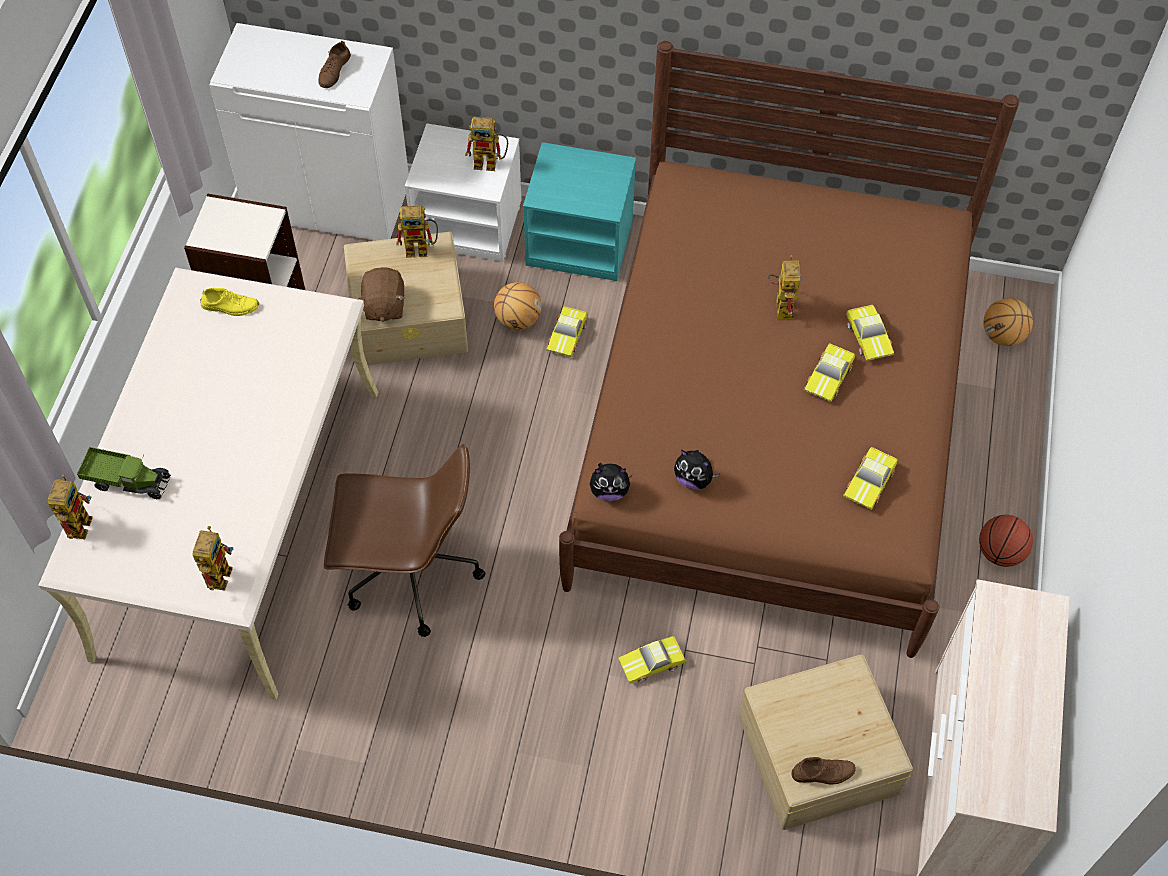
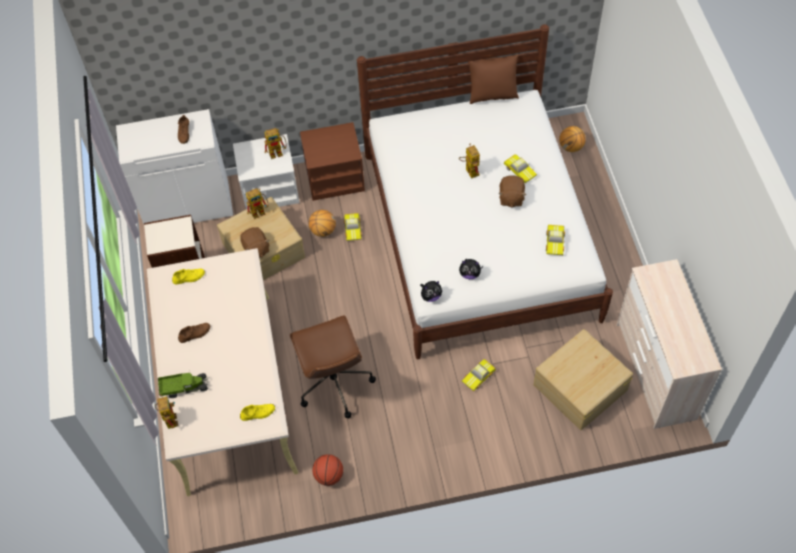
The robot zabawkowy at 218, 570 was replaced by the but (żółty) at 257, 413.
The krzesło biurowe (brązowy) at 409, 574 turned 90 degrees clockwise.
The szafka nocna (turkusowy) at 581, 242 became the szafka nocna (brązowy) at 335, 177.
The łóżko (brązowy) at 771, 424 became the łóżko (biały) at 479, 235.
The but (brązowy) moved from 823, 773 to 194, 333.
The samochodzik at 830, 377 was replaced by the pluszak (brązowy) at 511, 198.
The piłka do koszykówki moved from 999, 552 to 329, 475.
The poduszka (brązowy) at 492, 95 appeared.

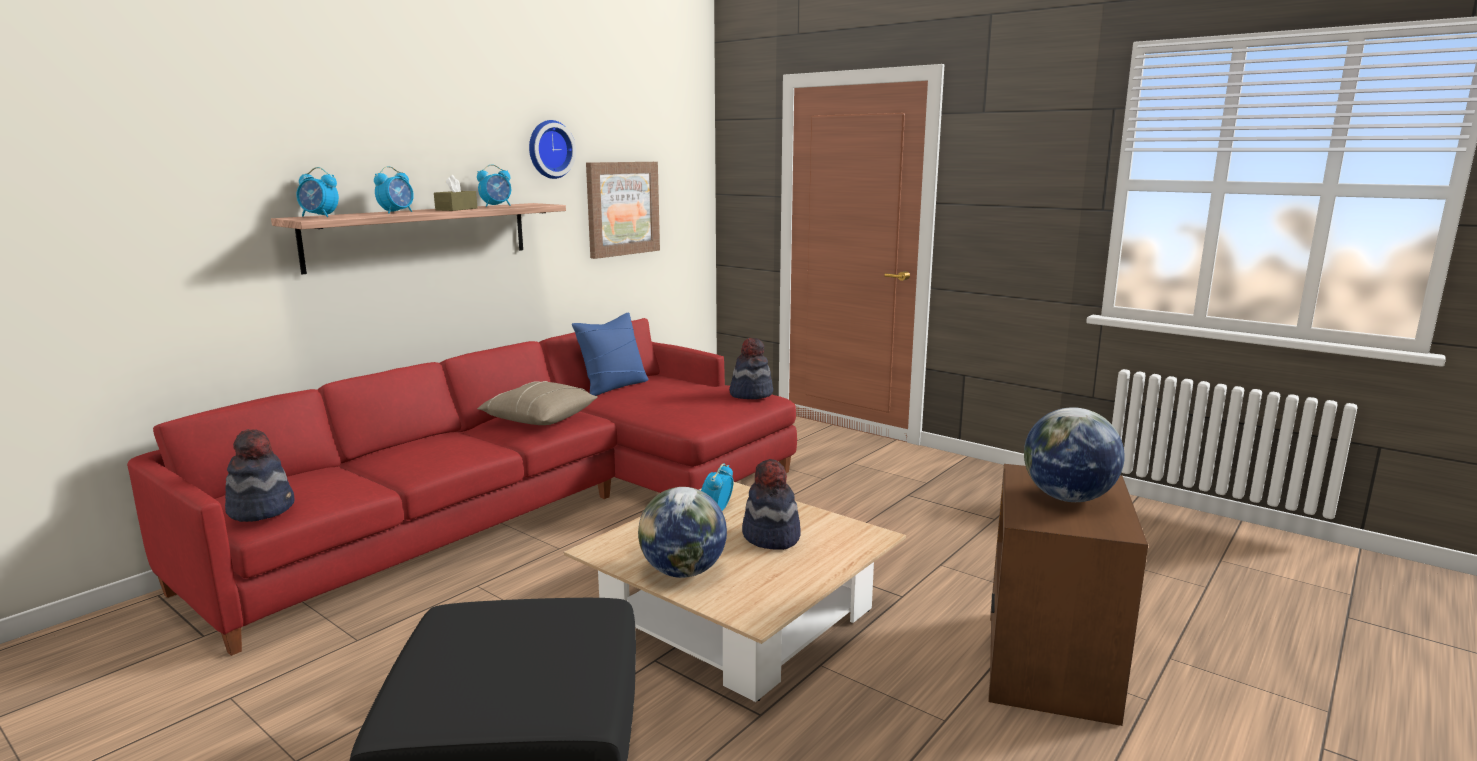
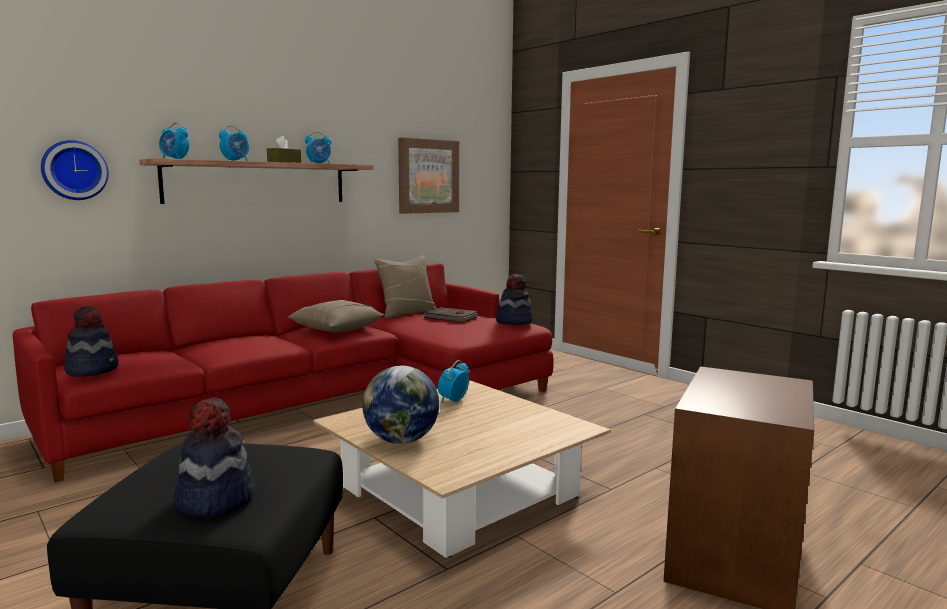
The zegar ścienny moved from 549, 149 to 74, 170.
The poduszka (niebieski) at 613, 386 became the poduszka (beżowy) at 407, 313.
The kapelusz moved from 770, 537 to 215, 499.
The globus at 1067, 498 disappeared.
The książka (brązowy) at 451, 317 appeared.

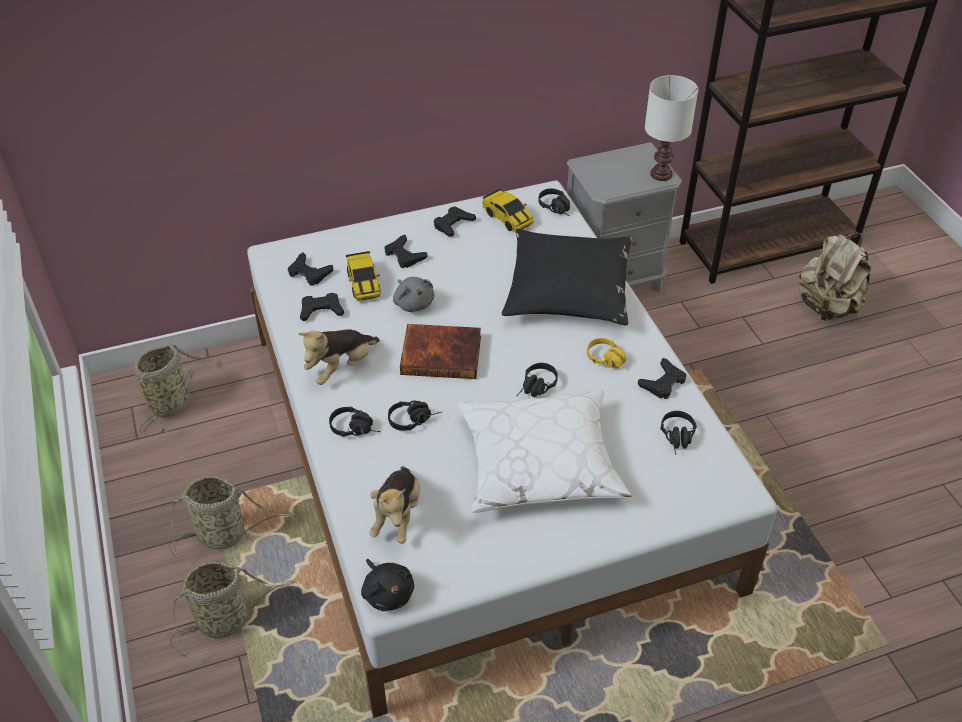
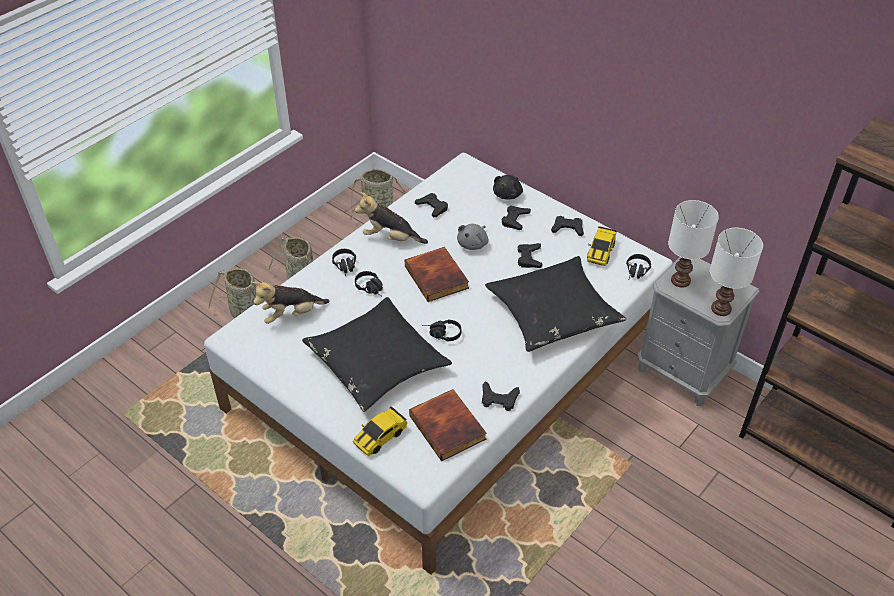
The pad do gier (czarny) moved from 309, 273 to 529, 258.
The samochodzik moved from 363, 283 to 380, 437.
The pluszak (czarny) moved from 387, 592 to 508, 194.
The poduszka (biały) at 540, 462 became the poduszka (czarny) at 377, 362.
The słuchawki (żółty) at 610, 361 disappeared.
The słuchawki (czarny) at 678, 439 was replaced by the książka at 449, 427.
The plecak (beżowy) at 827, 307 disappeared.
The lampa stołowa (biały) at 681, 281 appeared.

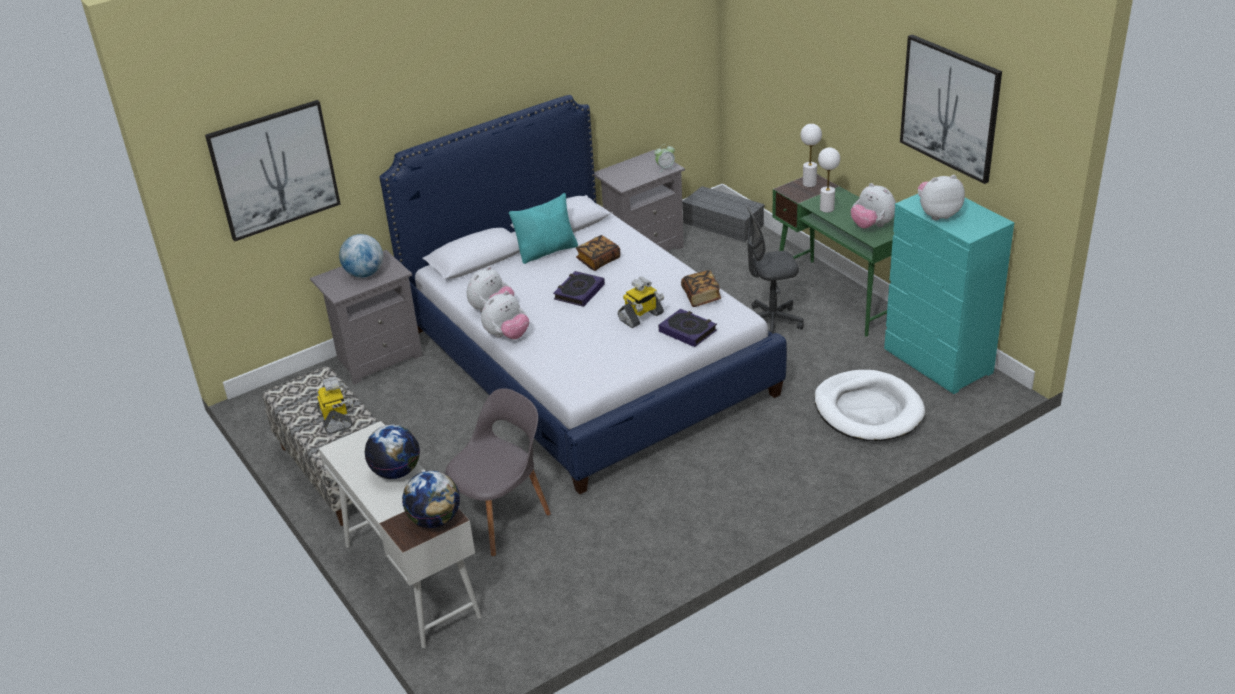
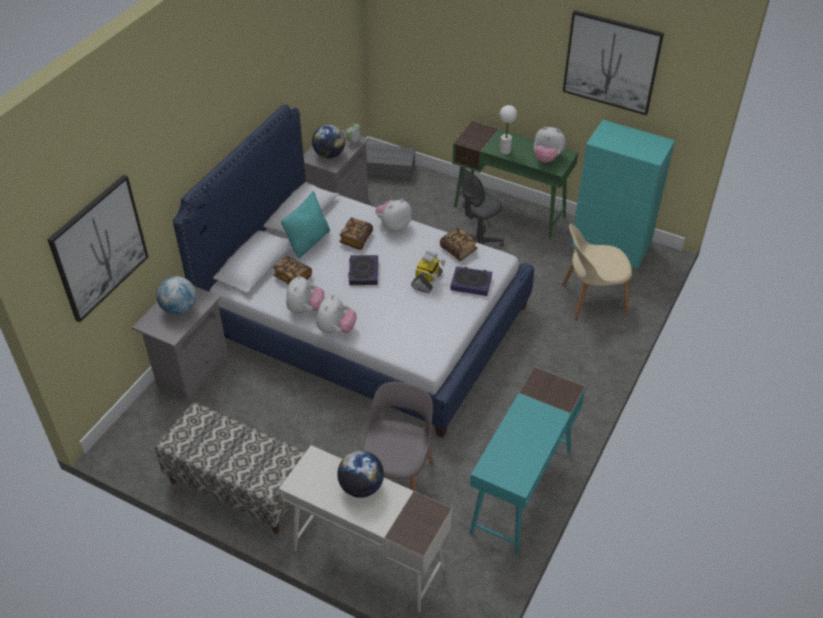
The robot zabawkowy at 336, 419 disappeared.
The globus moved from 435, 520 to 329, 155.
The lampa stołowa (biały) at 809, 183 disappeared.
The legowisko (biały) at 868, 410 was replaced by the krzesło (beżowy) at 592, 299.
The pluszak moved from 937, 214 to 393, 226.
The książka at 292, 277 appeared.
The biurko (turkusowy) at 521, 492 appeared.

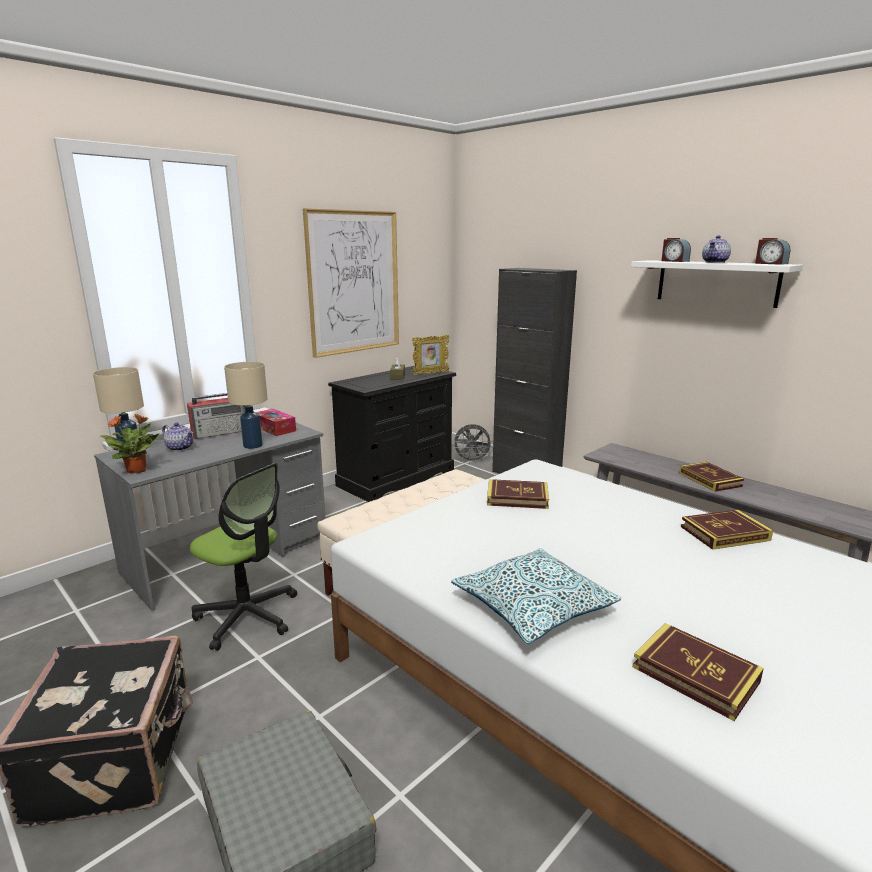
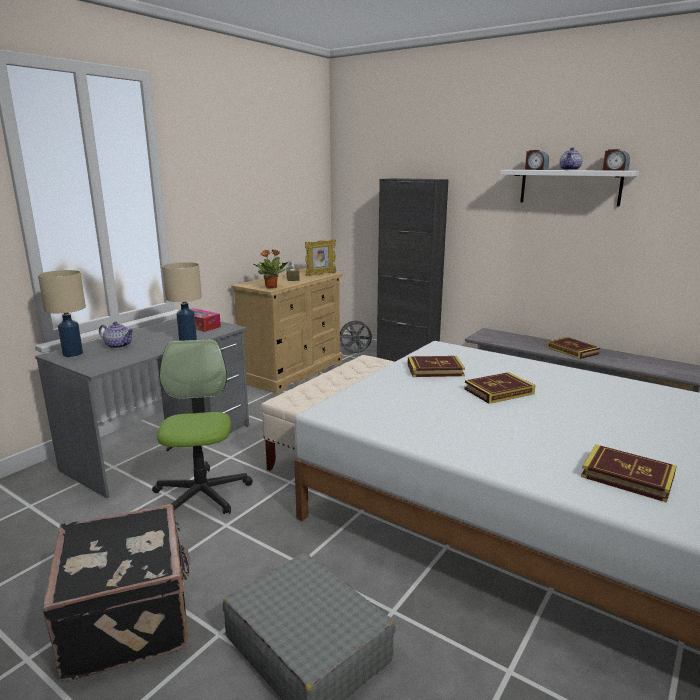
The roślina doniczkowa moved from 137, 470 to 271, 287.
The radio at 222, 432 disappeared.
The krzesło biurowe at 247, 616 turned 120 degrees counterclockwise.
The obraz at 354, 282 disappeared.
The komoda (czarny) at 397, 478 became the komoda (beżowy) at 293, 372.
The poduszka at 533, 607 disappeared.
The książka moved from 724, 533 to 499, 391.

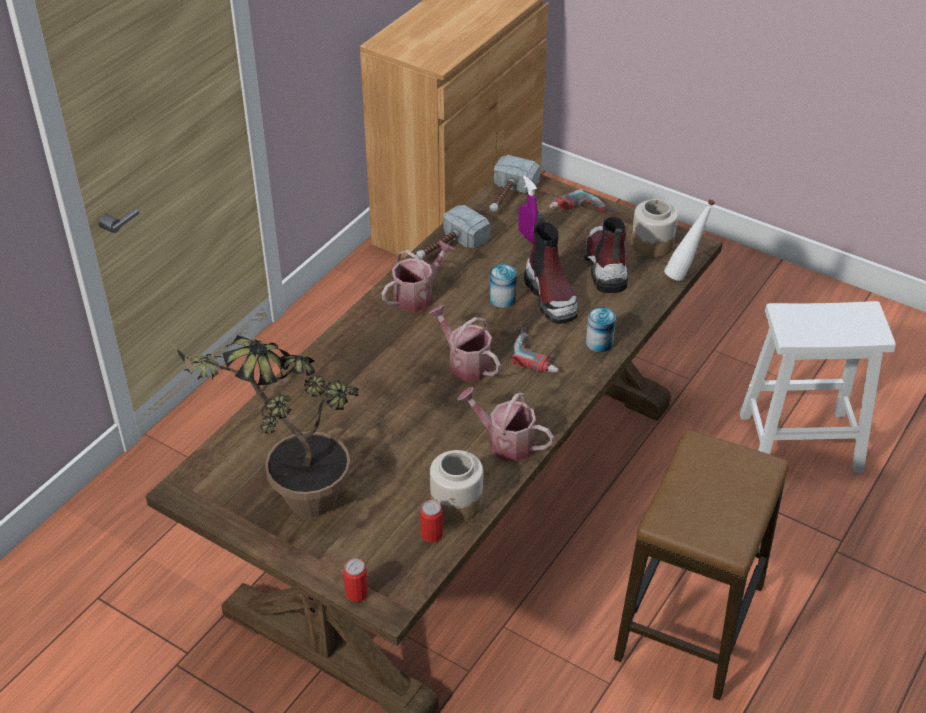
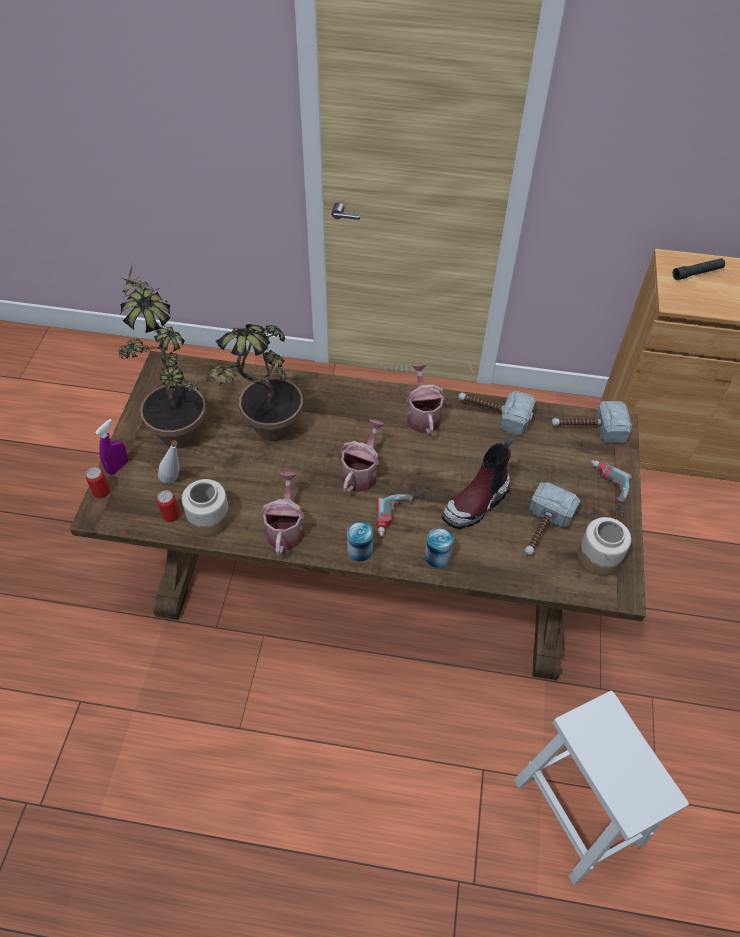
The konewka at 417, 295 turned 120 degrees counterclockwise.
The puszka moved from 502, 299 to 359, 550.
The spryskiwacz (fioletowy) moved from 528, 236 to 118, 467.
The but z cholewką at 604, 266 was replaced by the młotek at 542, 529.
The stołek at 690, 623 disappeared.
The butelka (biały) moved from 684, 274 to 176, 483.
The roślina doniczkowa at 266, 437 appeared.
The latarka (czarny) at 697, 273 appeared.

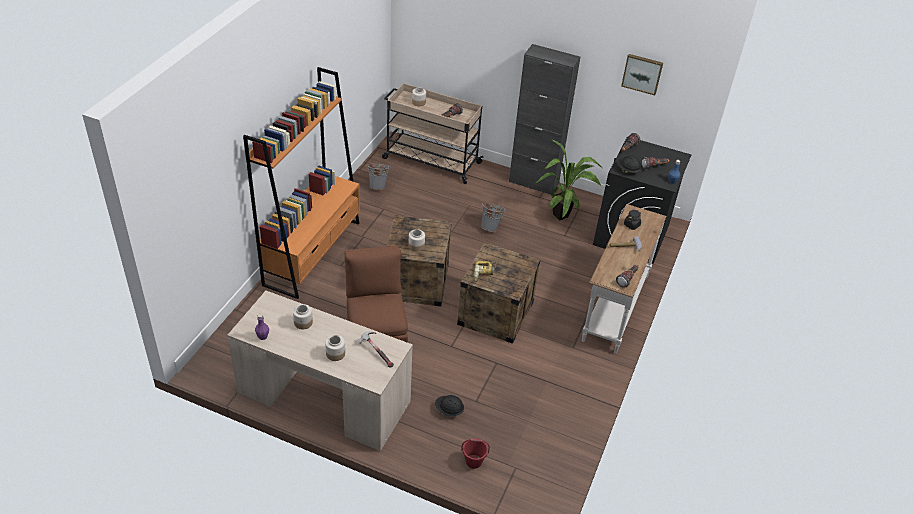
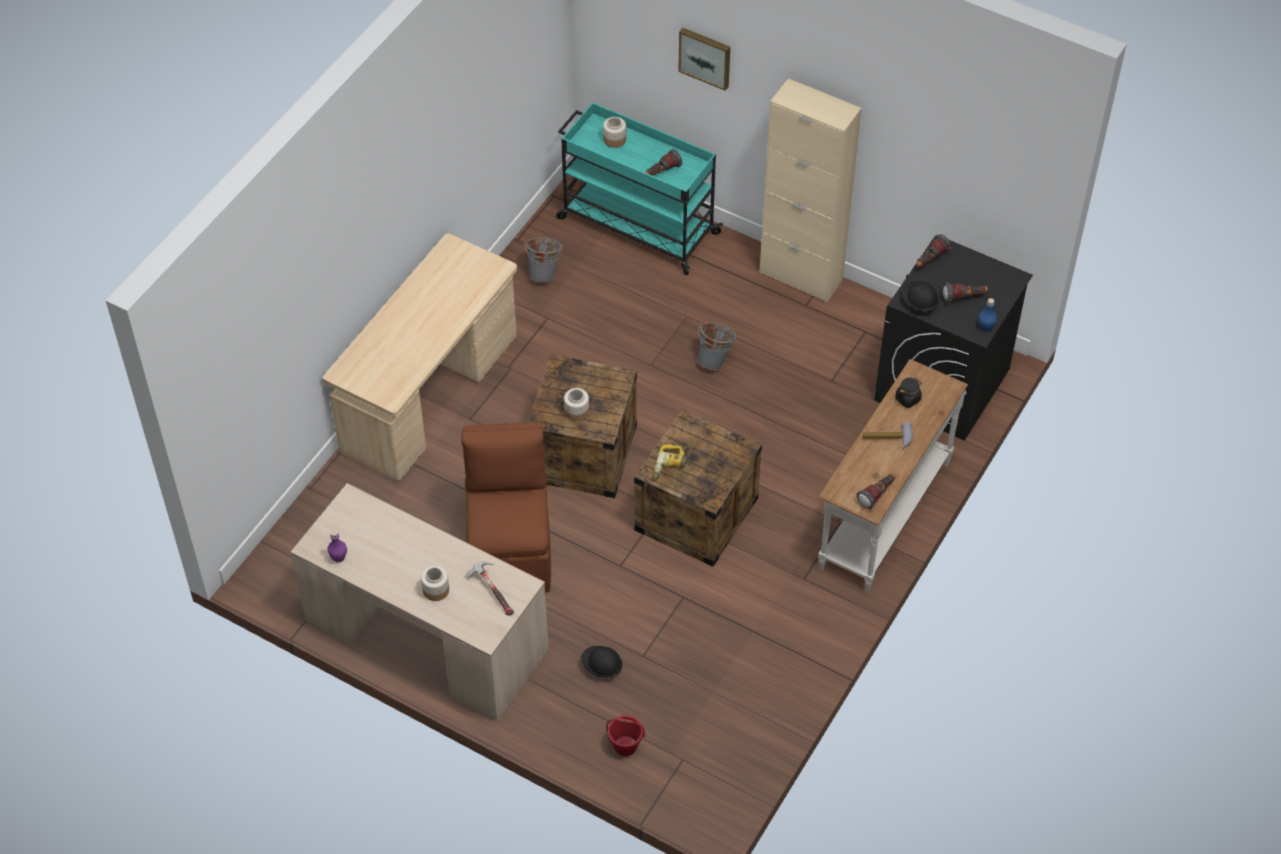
The regał (pomarańczowy) at 313, 253 was replaced by the biurko (beżowy) at 430, 394.
The słoik at 303, 323 disappeared.
The wózek (beżowy) at 430, 160 became the wózek (turkusowy) at 636, 225.
The szafka (czarny) at 533, 183 became the szafka (beżowy) at 801, 276.
The roślina doniczkowa at 562, 217 disappeared.
The obraz moved from 642, 73 to 705, 57.

